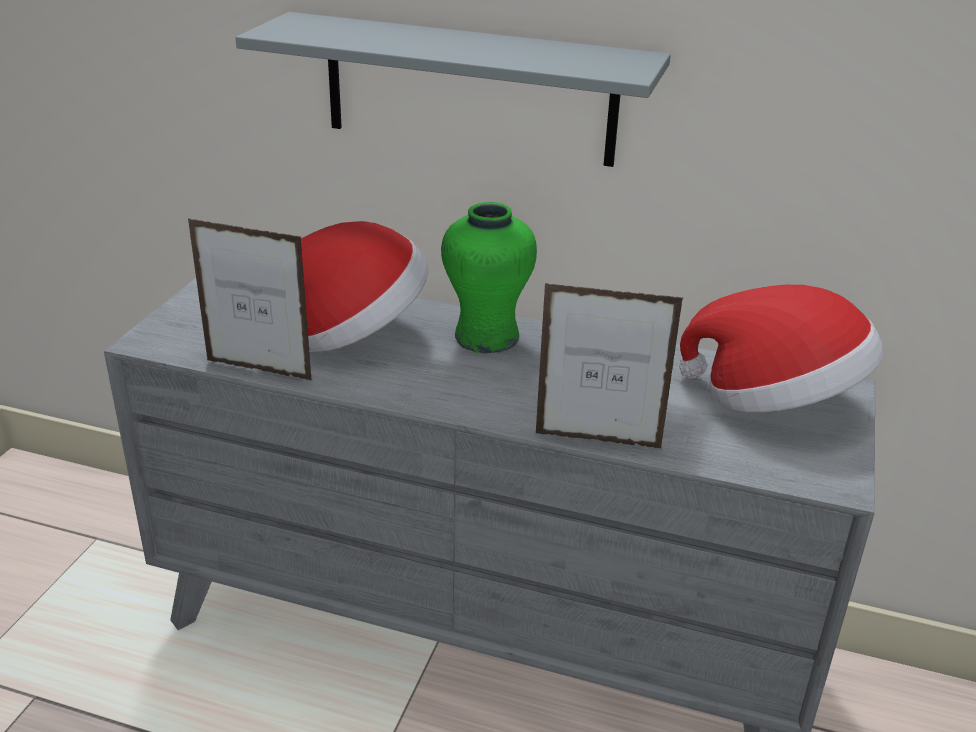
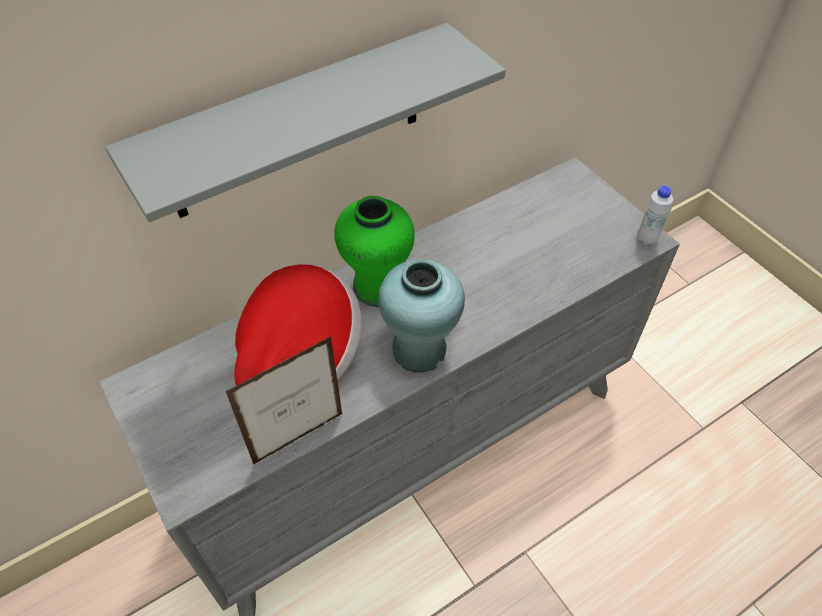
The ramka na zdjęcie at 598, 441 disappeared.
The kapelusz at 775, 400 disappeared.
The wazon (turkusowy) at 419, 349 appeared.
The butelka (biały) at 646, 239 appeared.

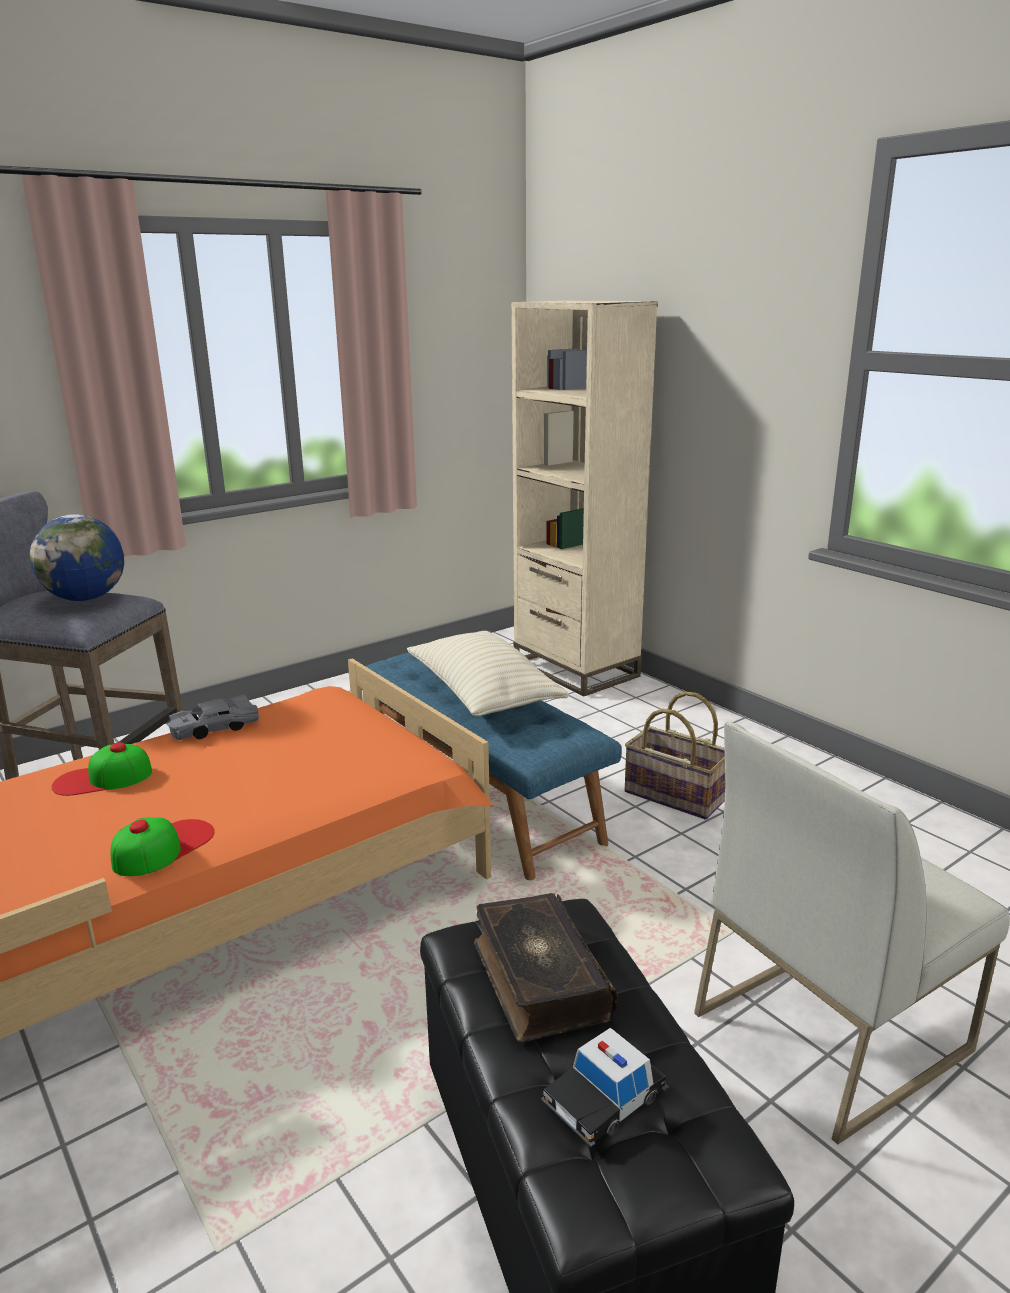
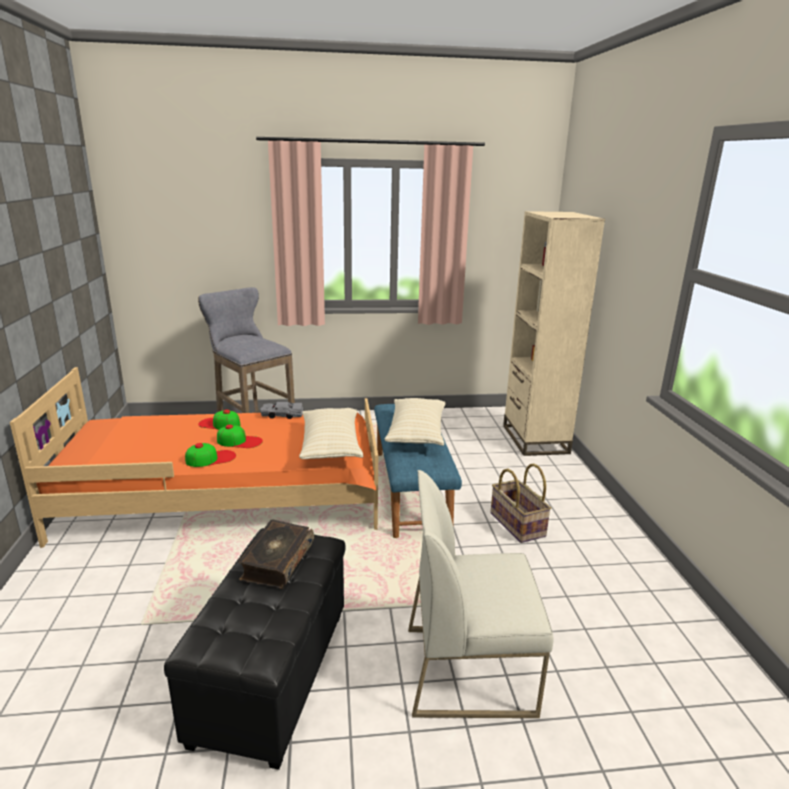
The globus at 86, 598 disappeared.
The samochodzik at 604, 1098 disappeared.
The czapka z daszkiem at 239, 441 appeared.
The poduszka (beżowy) at 330, 446 appeared.

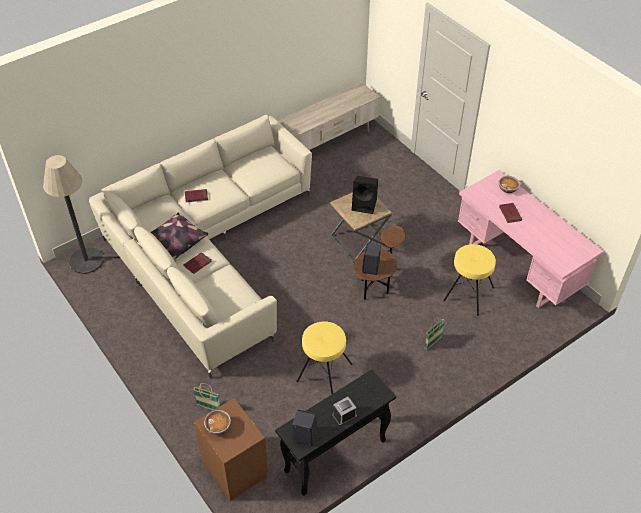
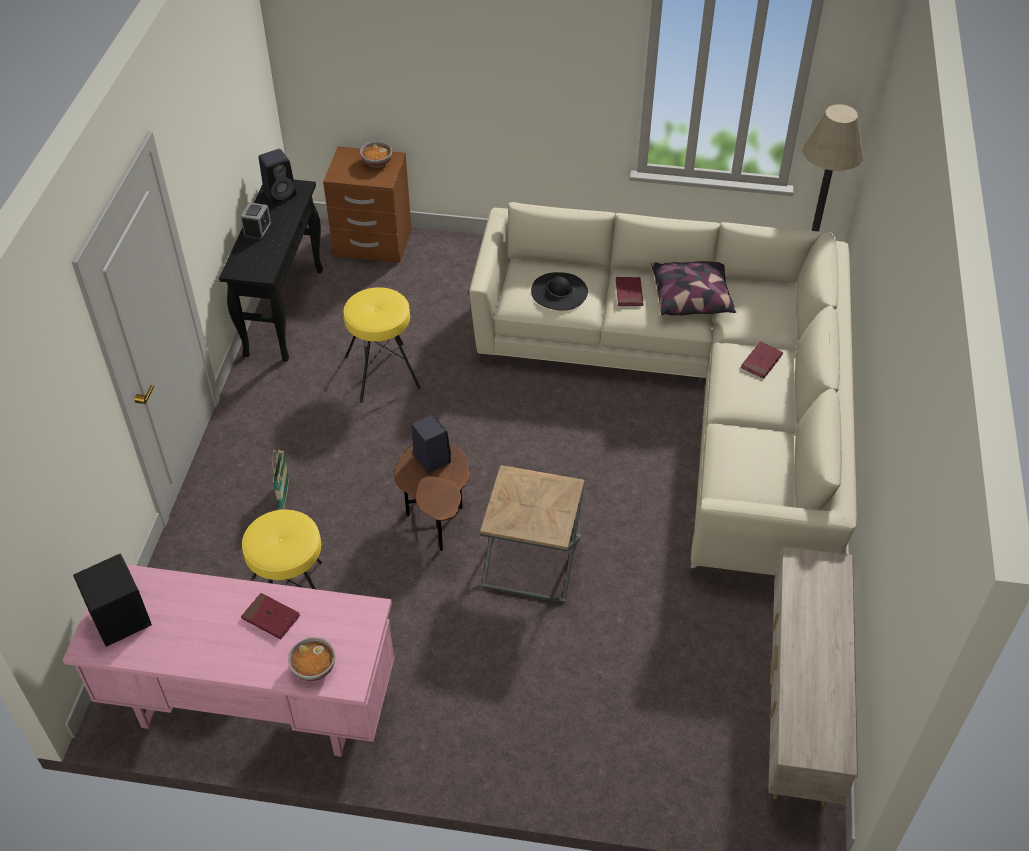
The koszyk at 208, 407 disappeared.
The głośnik (czarny) moved from 365, 205 to 119, 620.
The kapelusz (czarny) at 559, 291 appeared.

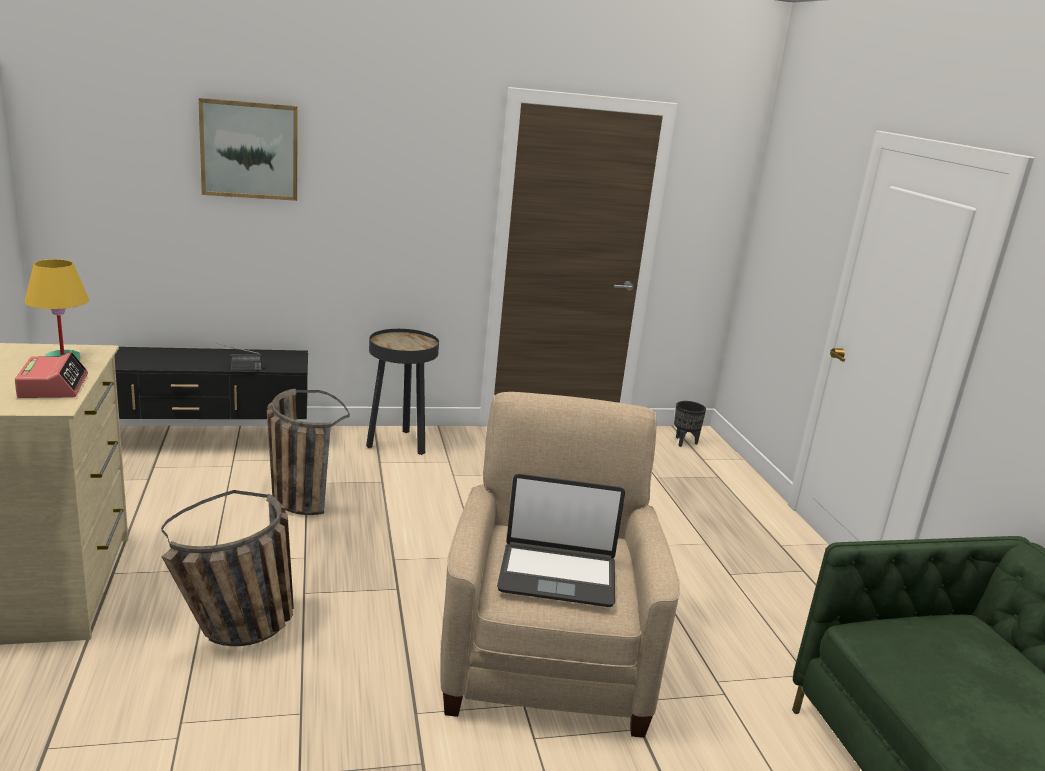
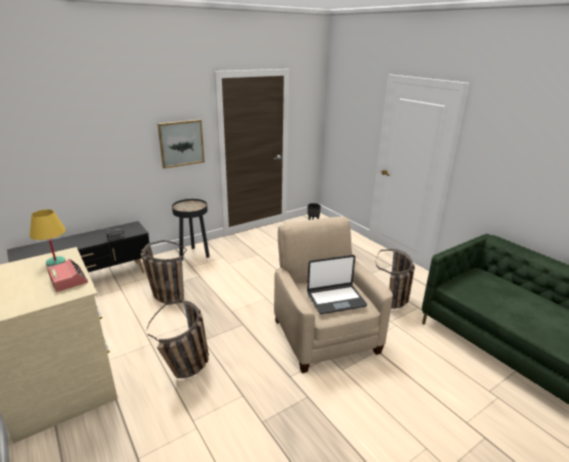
The obraz moved from 249, 150 to 181, 143.
The koszyk at 394, 304 appeared.

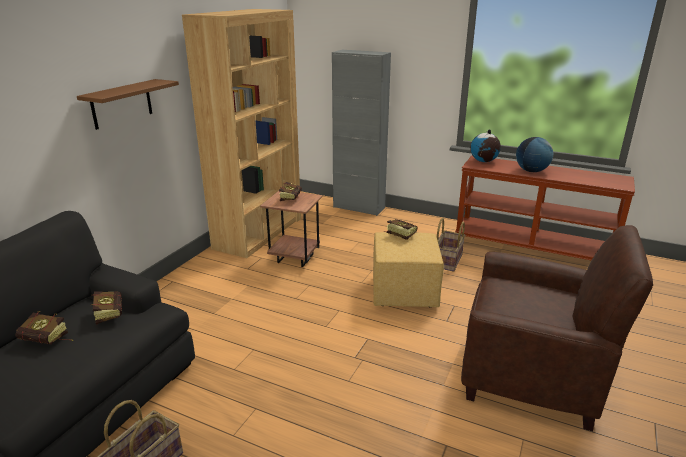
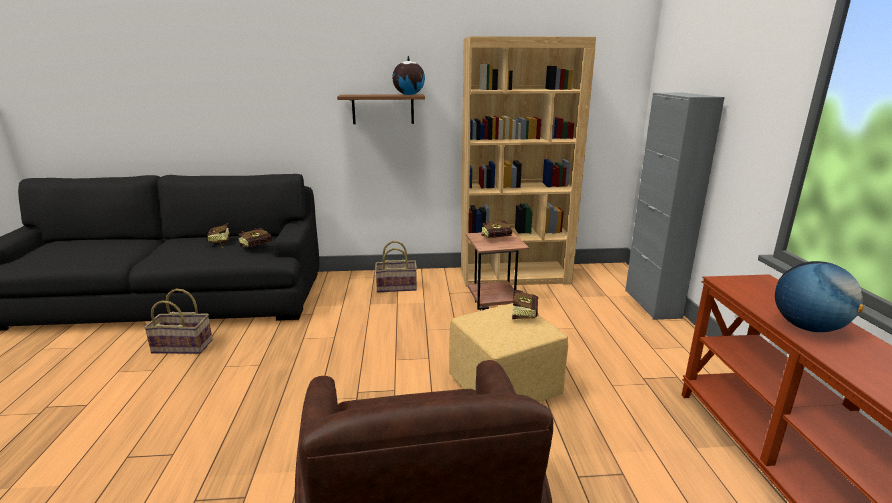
The koszyk moved from 447, 260 to 396, 286.
The globus moved from 483, 161 to 408, 95.

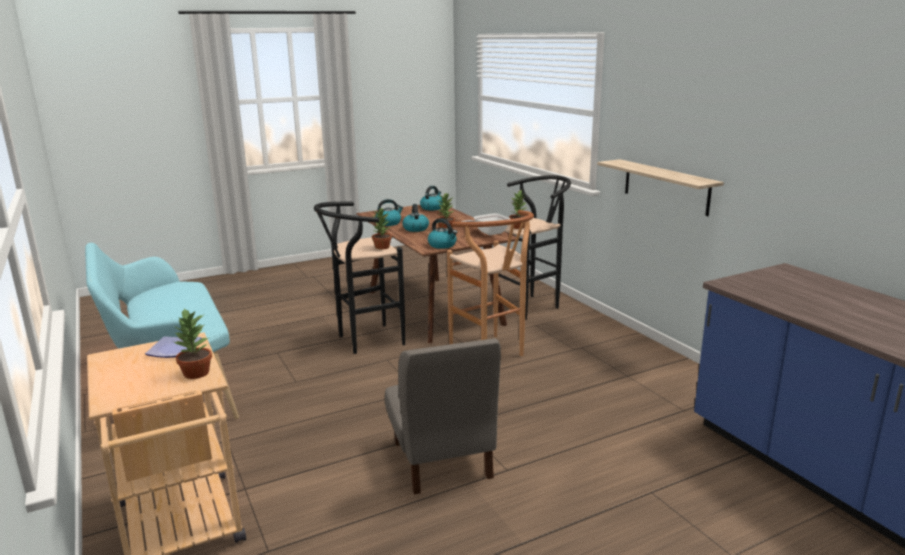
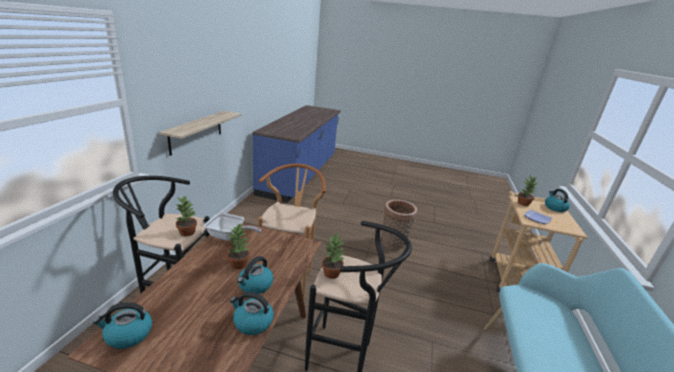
The krzesło (szary) at 441, 460 was replaced by the koszyk at 394, 244.
The czajnik moved from 442, 245 to 554, 208.

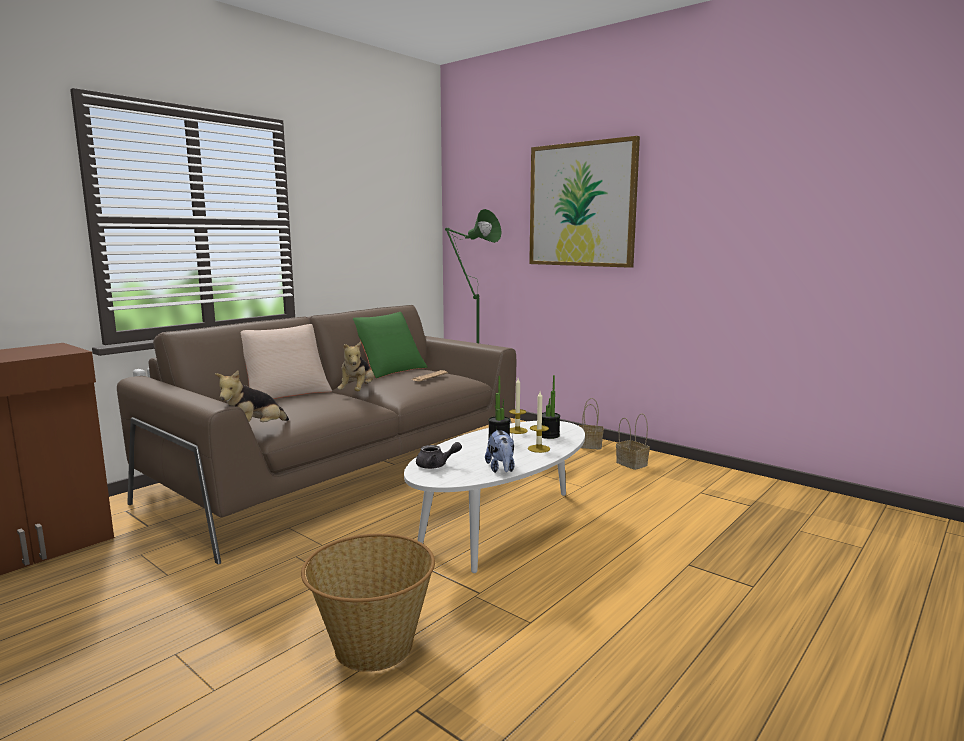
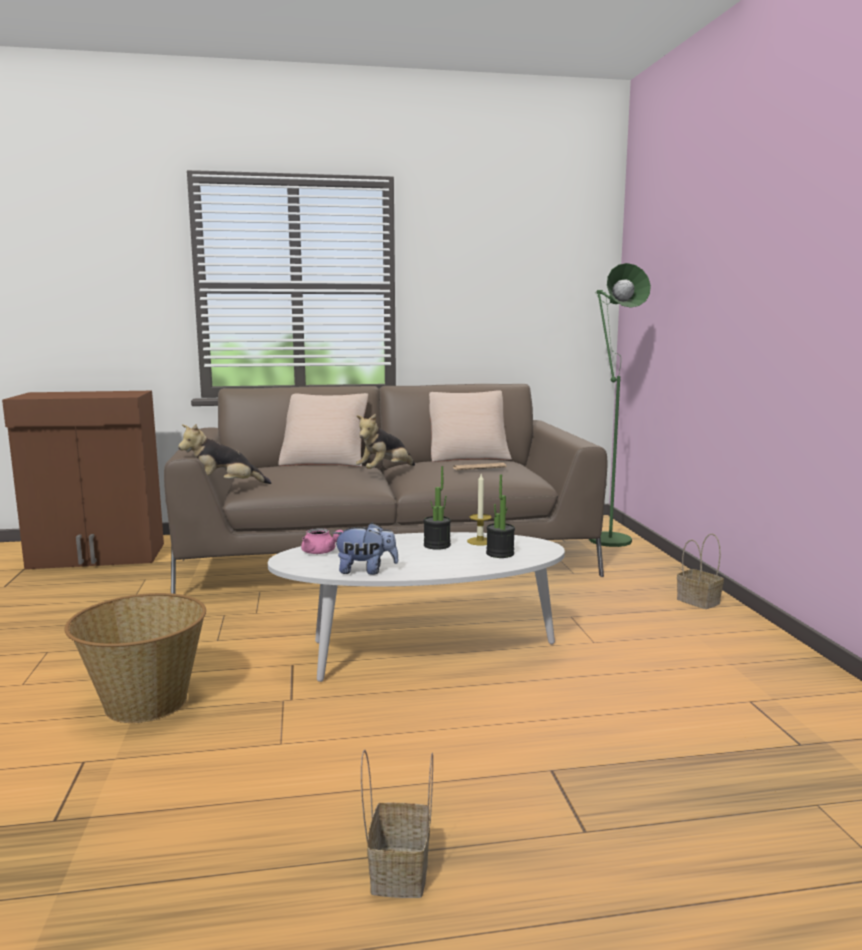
The poduszka (zielony) at 389, 370 became the poduszka (beżowy) at 467, 457.
The imbryk (szary) at 436, 465 became the imbryk (różowy) at 321, 552.
The pluszak at 501, 469 turned 120 degrees counterclockwise.
The świeca at 538, 448 disappeared.
The obraz at 581, 205 disappeared.
The koszyk moved from 630, 464 to 398, 870.

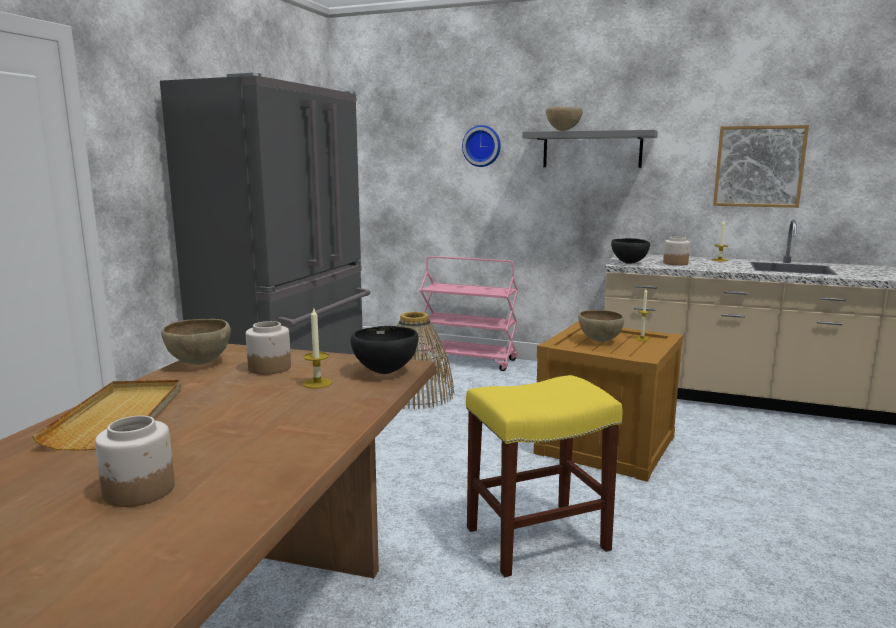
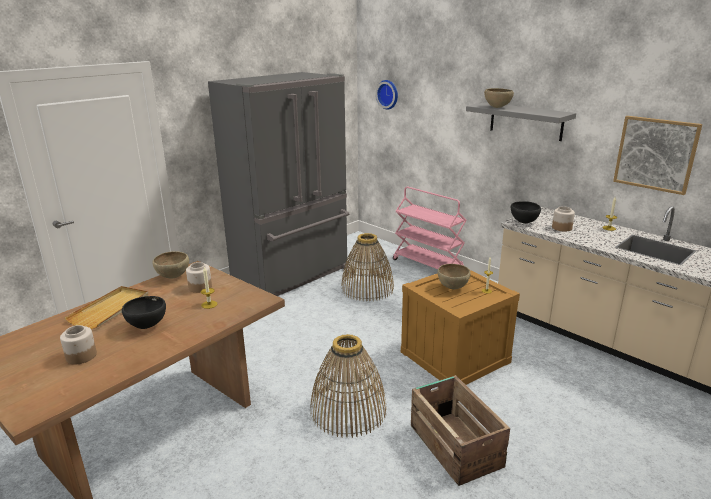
The miska (czarny) moved from 386, 372 to 147, 326.
The zegar ścienny moved from 482, 146 to 388, 94.
The stołek (żółty) at 538, 538 was replaced by the koszyk at 348, 410.
The skrzynka at 455, 445 appeared.

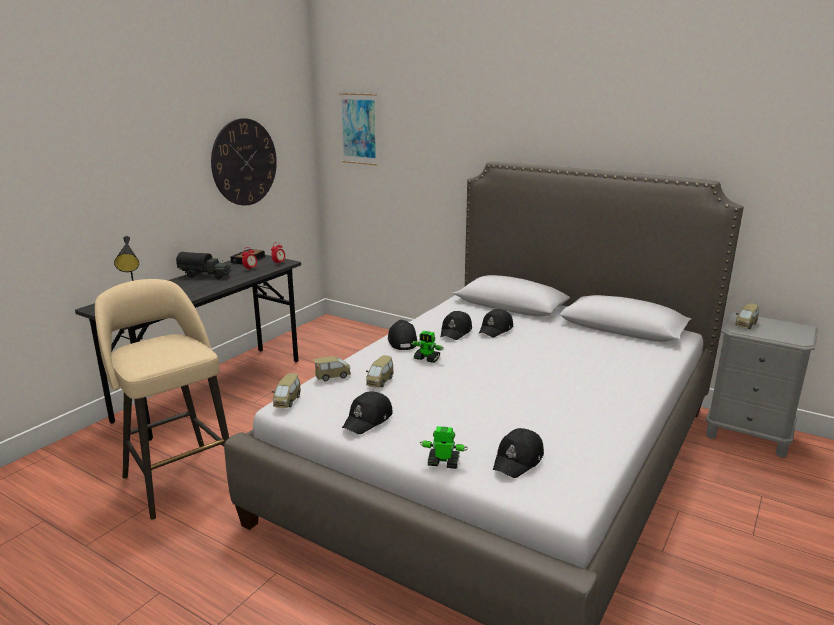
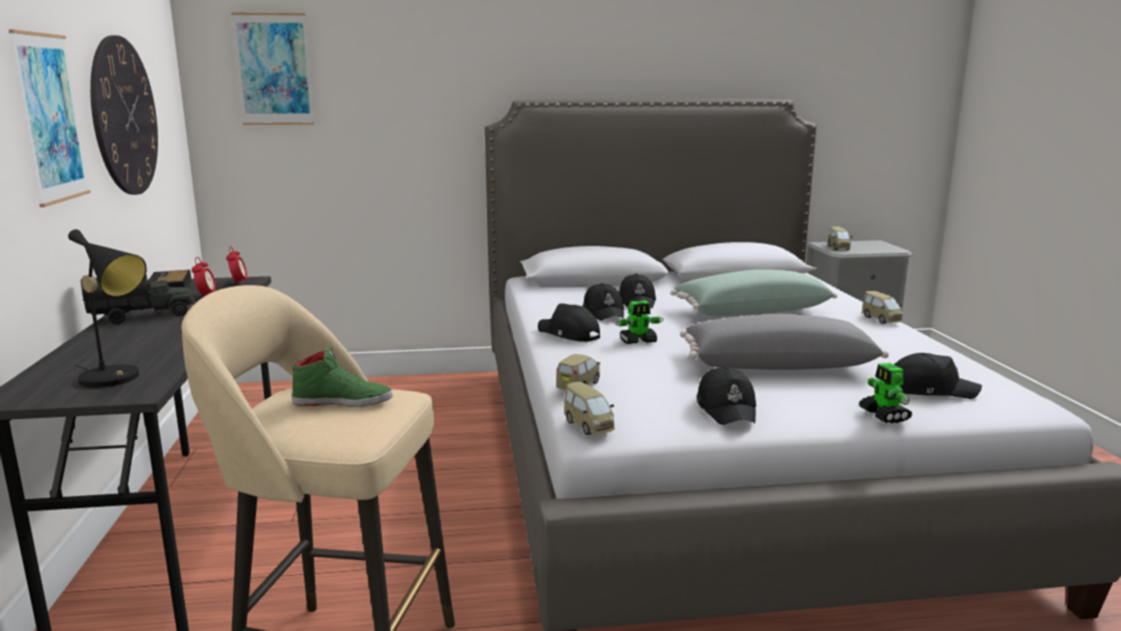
The samochodzik moved from 379, 381 to 881, 319.
The robot zabawkowy at 443, 462 turned 75 degrees counterclockwise.
The czapka z daszkiem (czarny) at 519, 460 turned 75 degrees counterclockwise.
The obraz at 51, 118 appeared.
The but (zielony) at 343, 400 appeared.
The poduszka (zielony) at 750, 311 appeared.
The poduszka (szary) at 777, 365 appeared.

